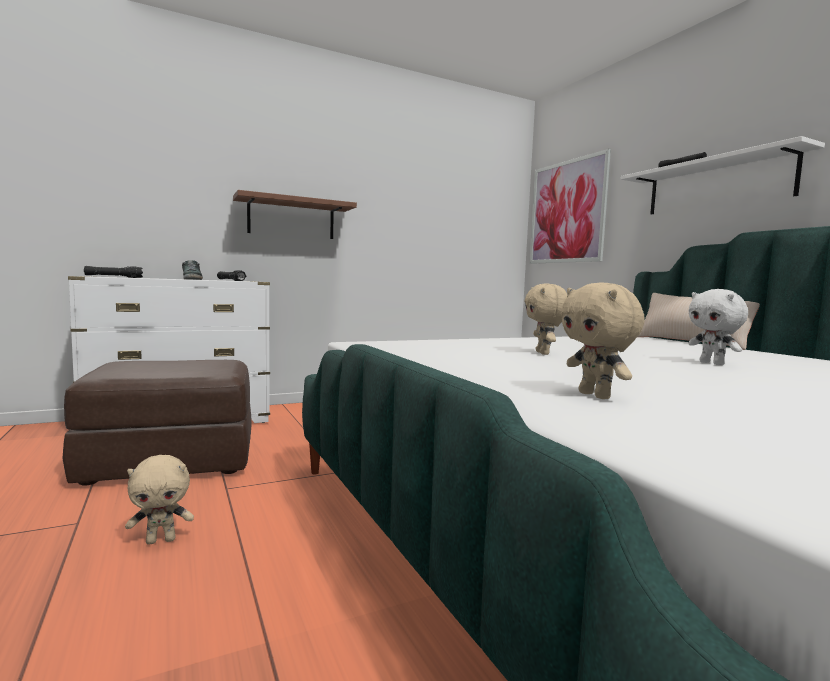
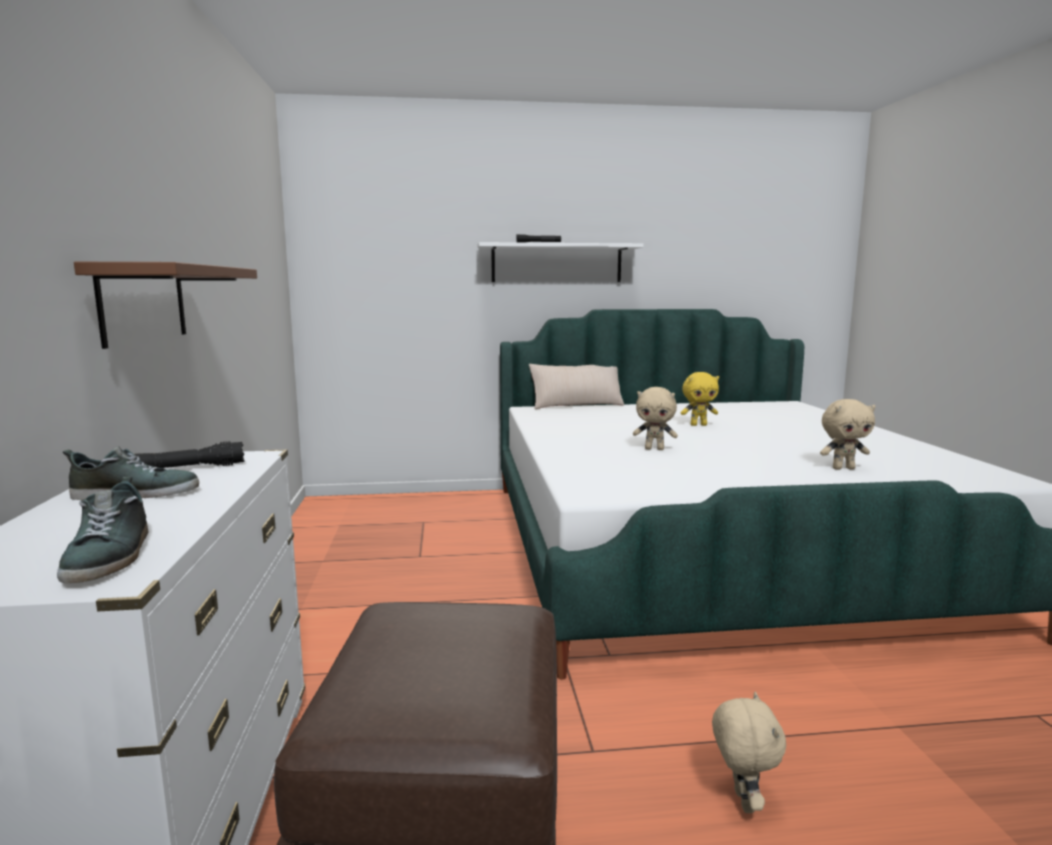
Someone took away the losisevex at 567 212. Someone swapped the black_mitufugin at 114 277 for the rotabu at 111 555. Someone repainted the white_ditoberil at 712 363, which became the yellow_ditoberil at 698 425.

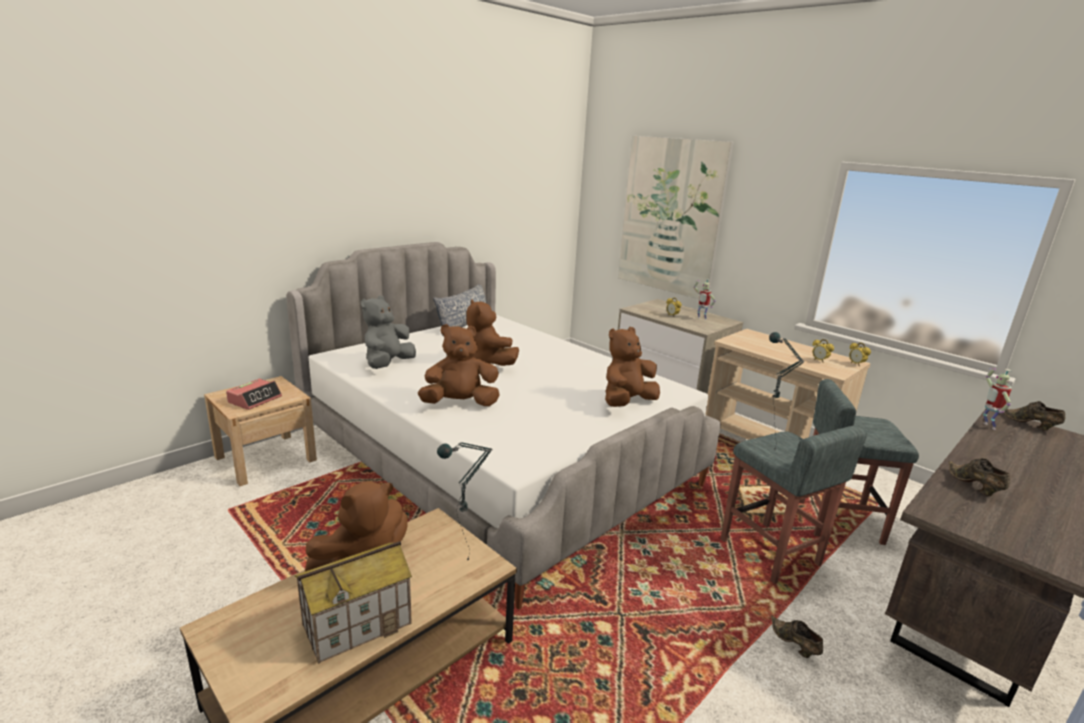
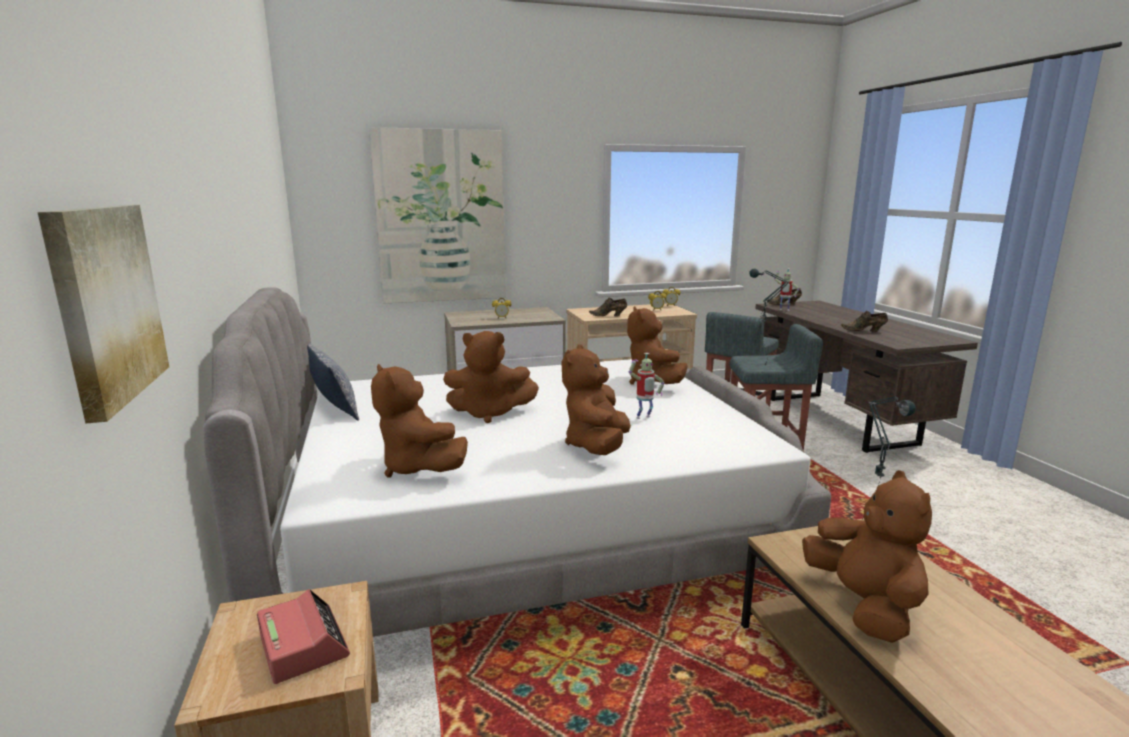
Someone took away the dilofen at 357 623. Someone put up the losisevex at 105 304. Someone carried the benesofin from 701 319 to 644 418. Someone carried the brown_rotabu from 794 645 to 609 316. Someone repainted the grey_ditoberil at 388 364, which became the brown_ditoberil at 418 468.

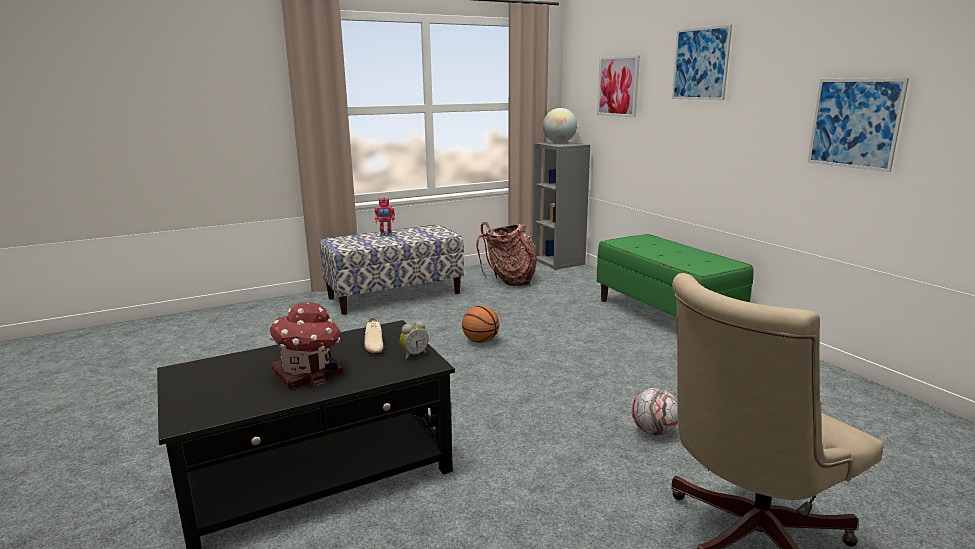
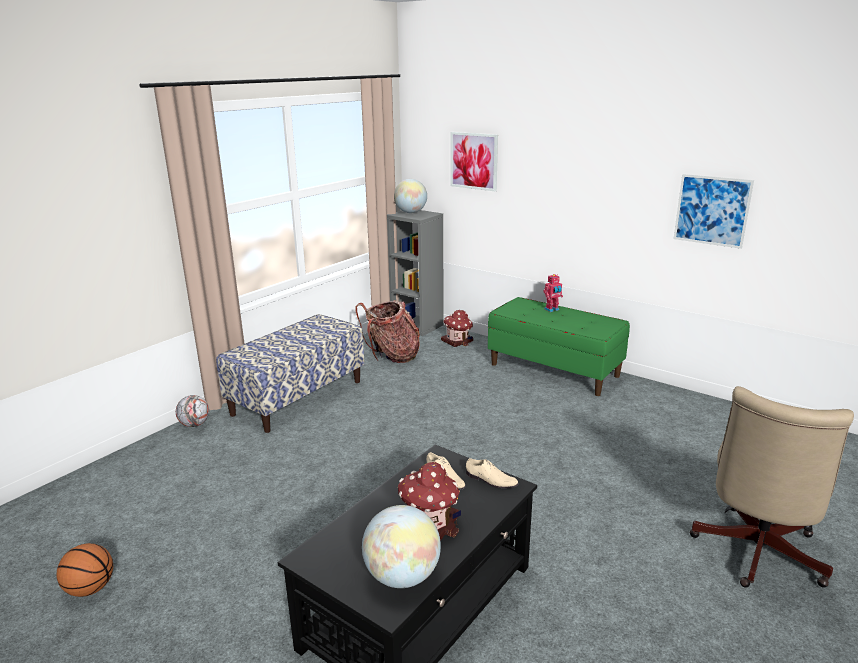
Someone took away the losisevex at 700 64. Someone put down the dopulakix at 402 576. Someone put down the dilofen at 457 341. Someone carried the benesofin from 385 235 to 552 310. Someone carried the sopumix from 480 341 to 90 589. Someone carried the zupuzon from 653 431 to 195 424. Someone swapped the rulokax at 414 355 for the beige_rotabu at 491 480.

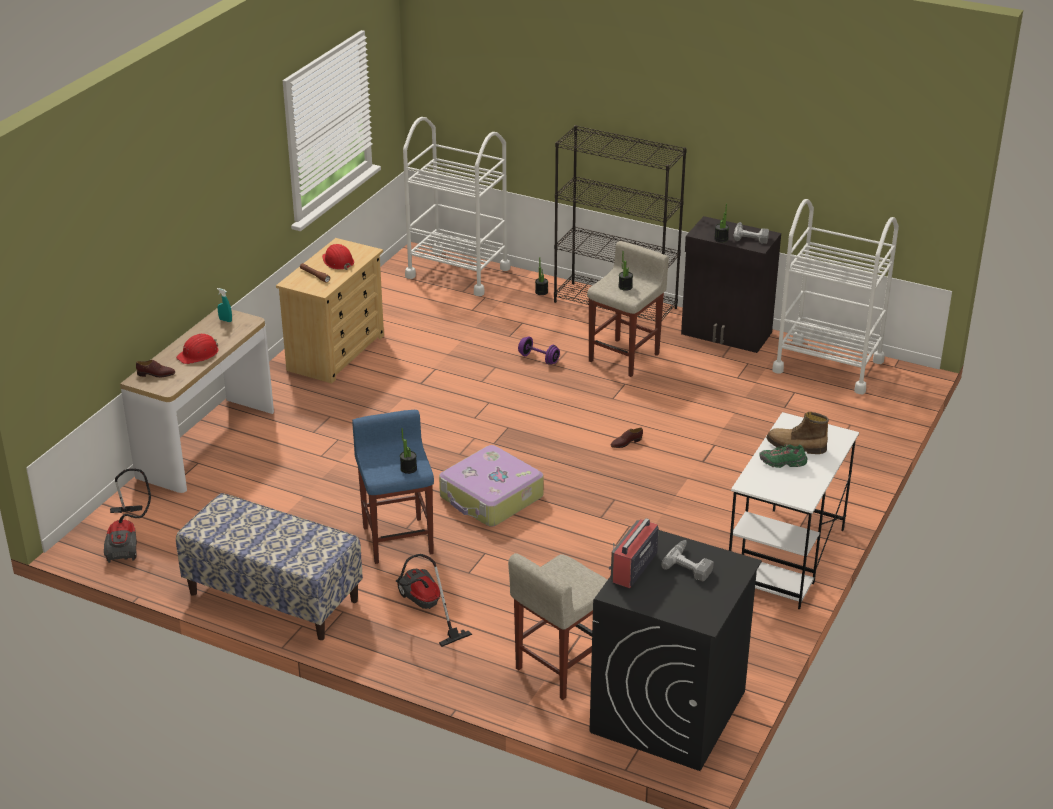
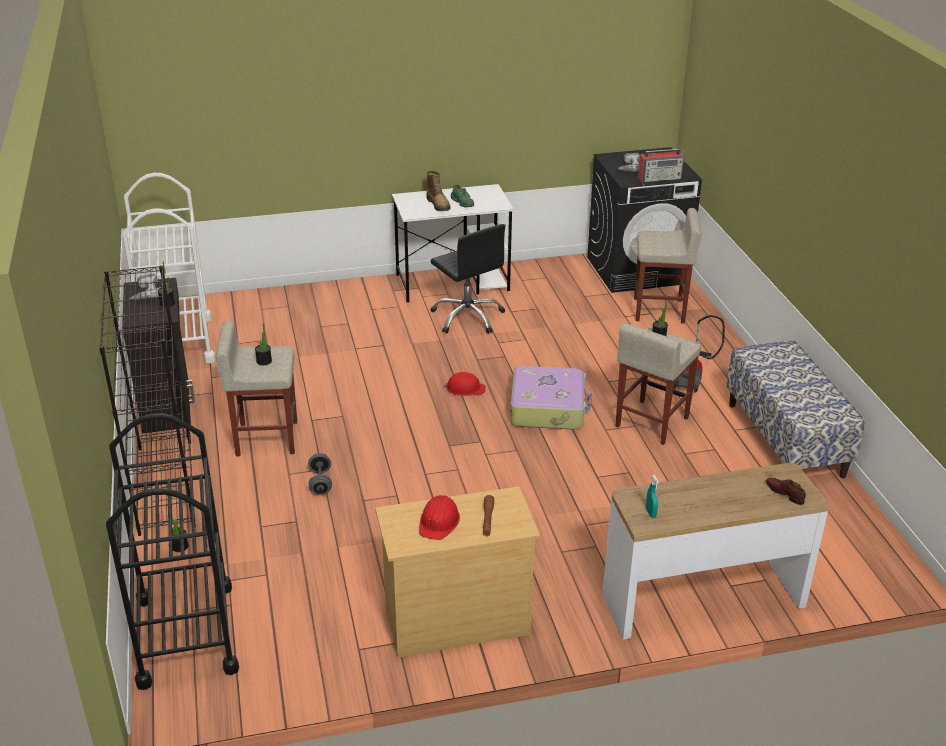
Someone took away the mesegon at 127 540. Someone took away the brown_rotabu at 626 443. Someone put down the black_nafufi at 468 317. Someone carried the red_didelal from 199 354 to 465 389. Someone repainted the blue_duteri at 398 539, which became the beige_duteri at 651 422. Someone repainted the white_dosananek at 458 272, which became the black_dosananek at 186 634. Someone repainted the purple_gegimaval at 538 359, which became the grey_gegimaval at 320 482.

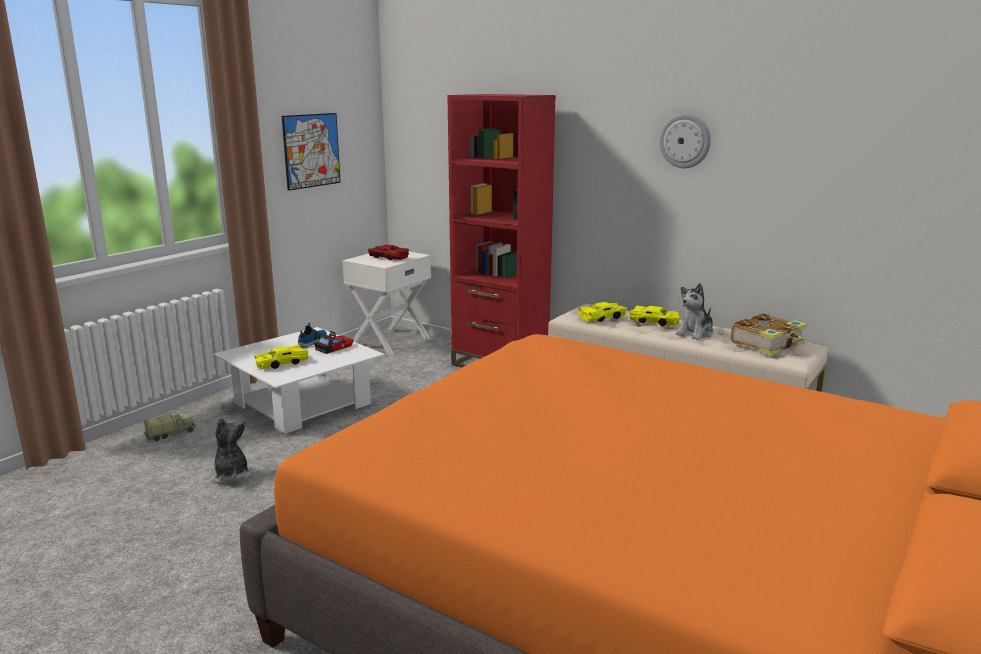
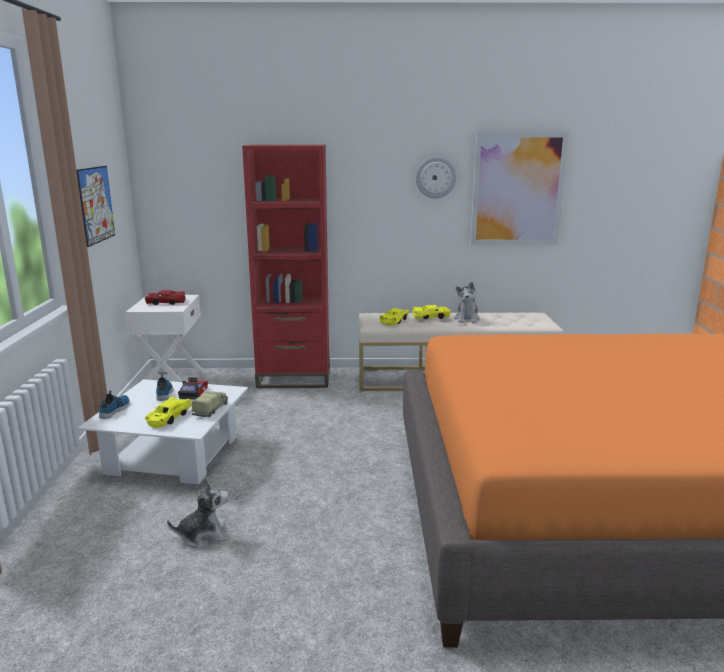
Someone took away the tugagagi at 768 344. Someone put down the rotabu at 115 409. Someone put up the losisevex at 517 189. Someone carried the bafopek from 171 434 to 211 410. Someone rotated the ditoberil at 231 475 by 135 degrees clockwise.

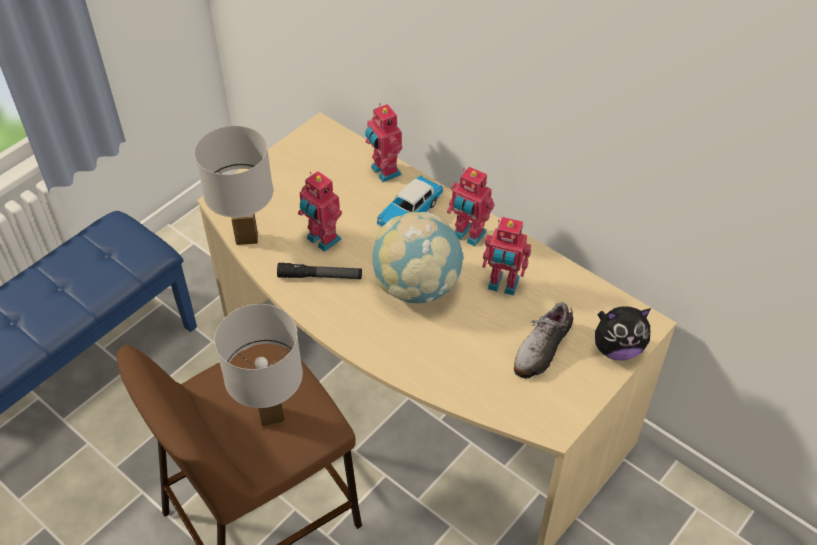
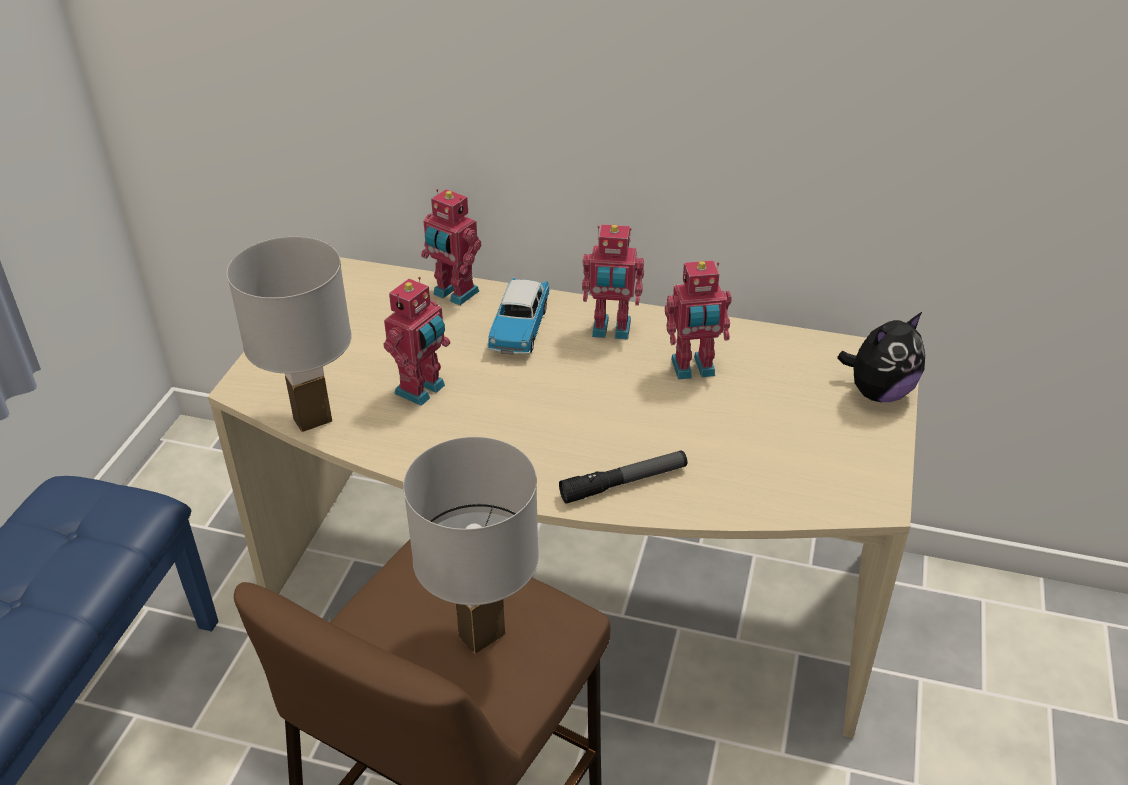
Someone took away the dopulakix at 417 287. Someone took away the rotabu at 541 348. Someone carried the mitufugin from 320 276 to 624 483. Someone rotated the benesofin at 322 240 by 75 degrees counterclockwise.

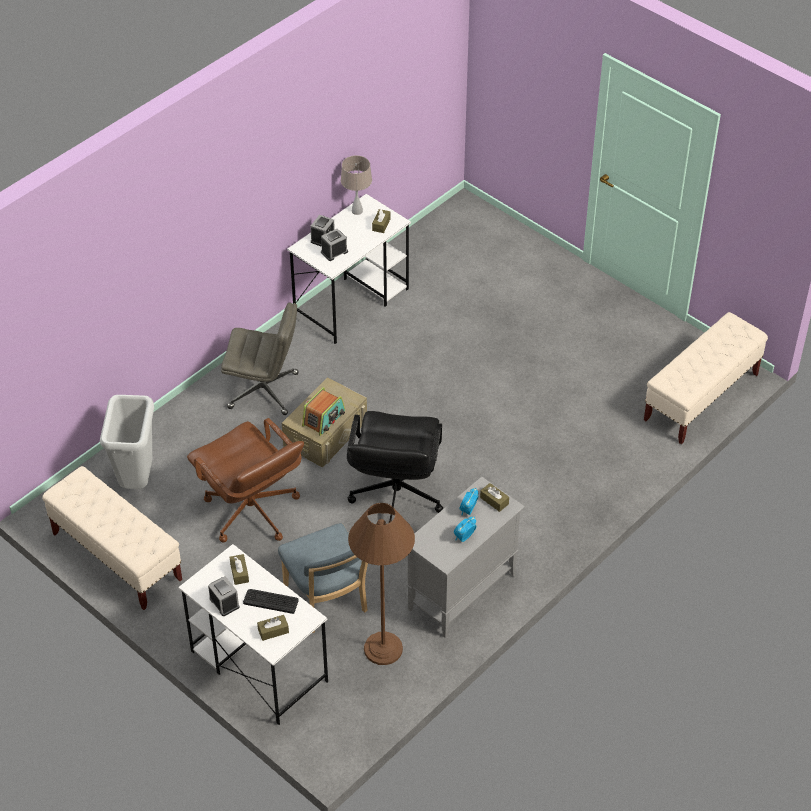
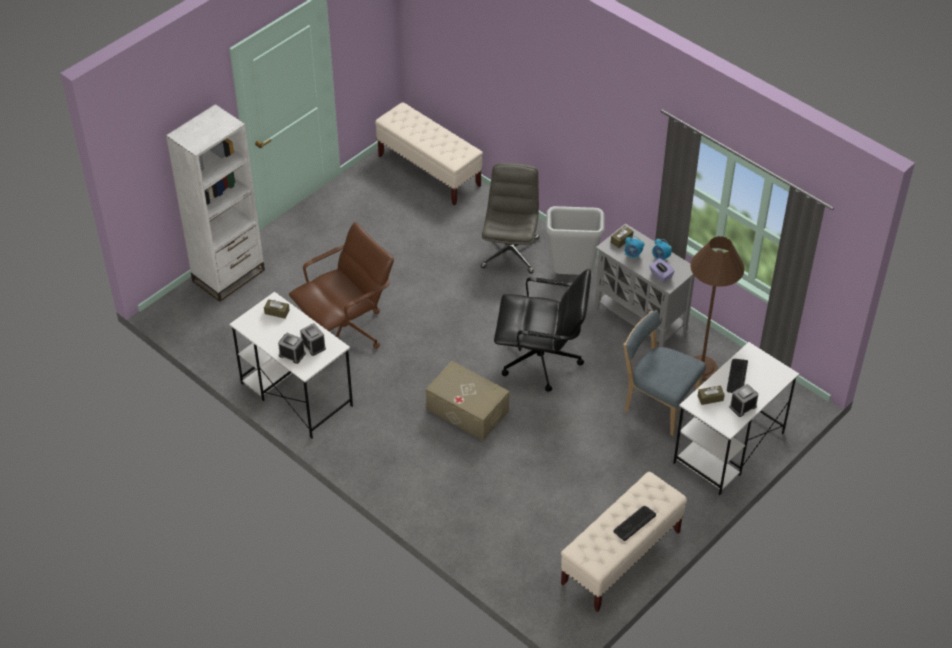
Someone took away the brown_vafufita at 273 631. Someone took away the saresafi at 324 418. Someone took away the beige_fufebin at 357 211. Someone put down the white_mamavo at 228 275. Someone put down the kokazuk at 634 523. Someone put down the purple_vafufita at 660 275. Someone carried the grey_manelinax from 138 481 to 572 274. Someone carried the brown_nafufi from 251 512 to 346 331. Someone carried the grey_nafufi from 264 390 to 510 252. Someone rotated the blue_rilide at 327 602 by 120 degrees counterclockwise.

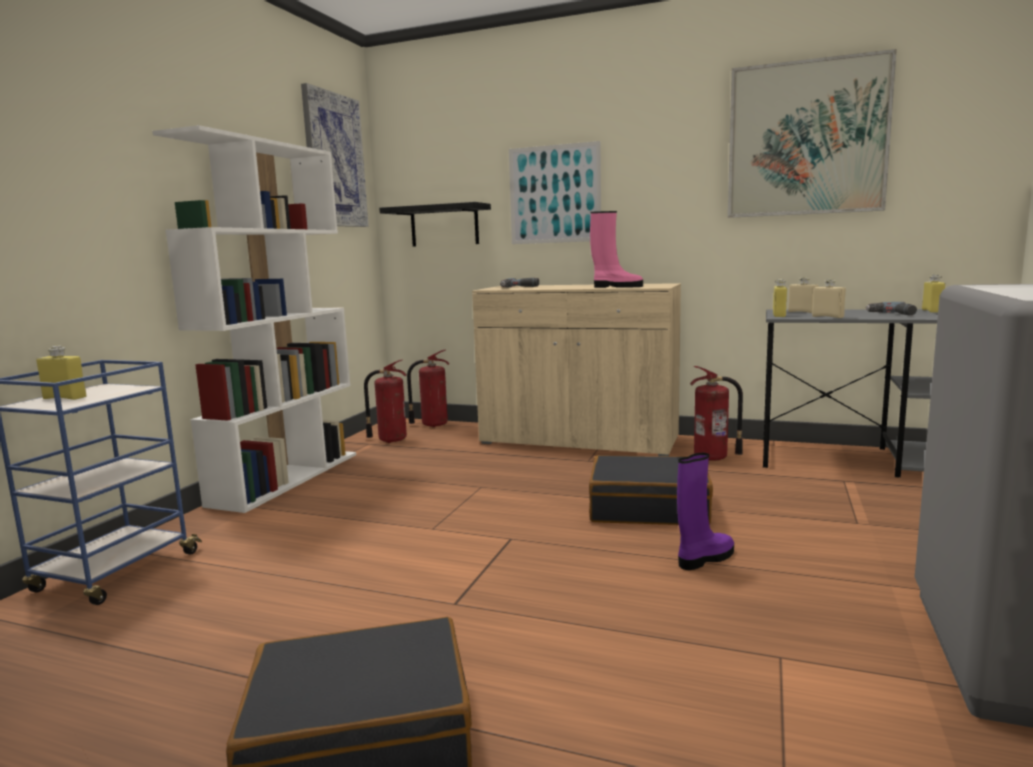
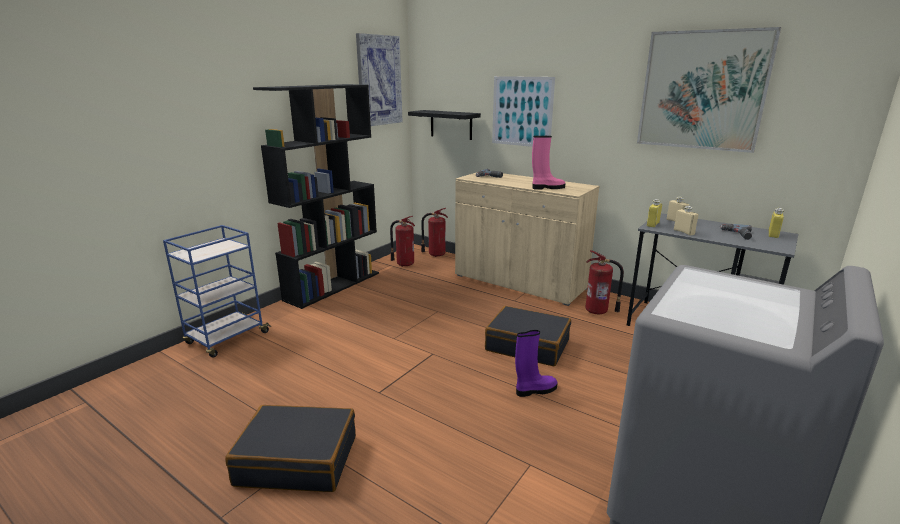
Someone took away the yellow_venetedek at 65 398. Someone repainted the white_mamavo at 287 478, which became the black_mamavo at 333 286. Someone rotated the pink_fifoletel at 616 287 by 45 degrees counterclockwise.

